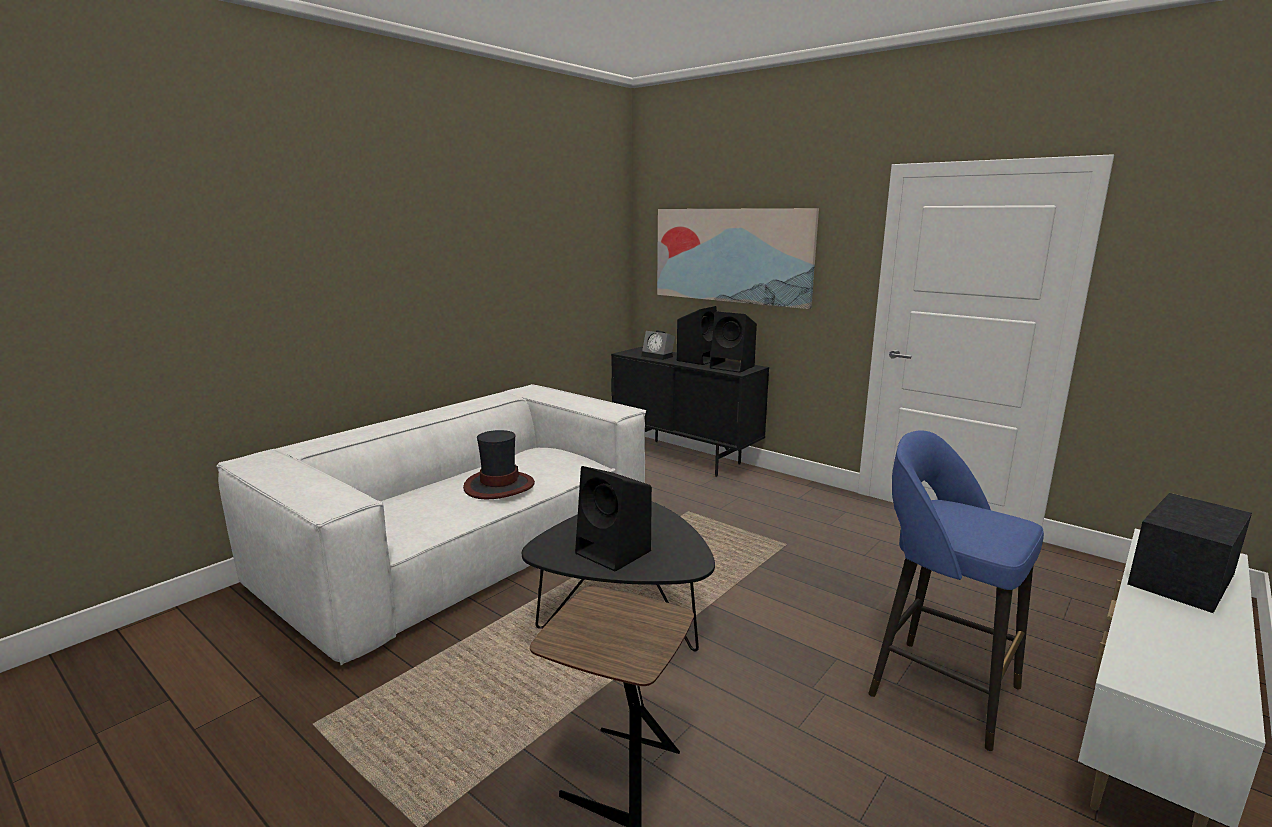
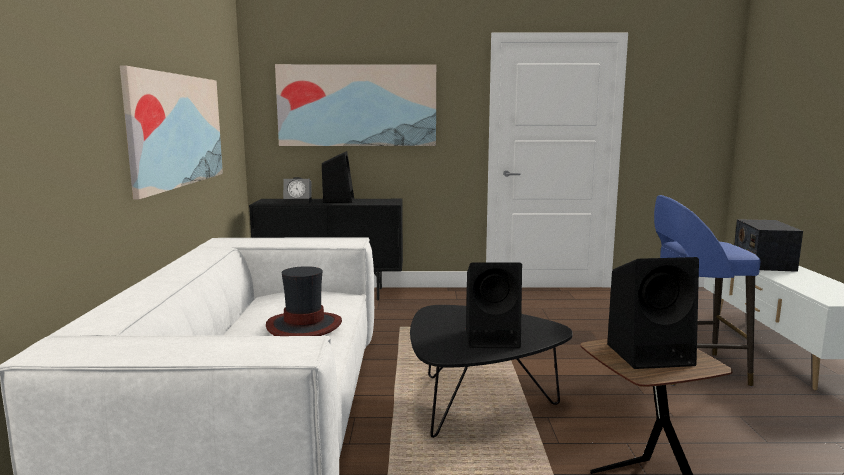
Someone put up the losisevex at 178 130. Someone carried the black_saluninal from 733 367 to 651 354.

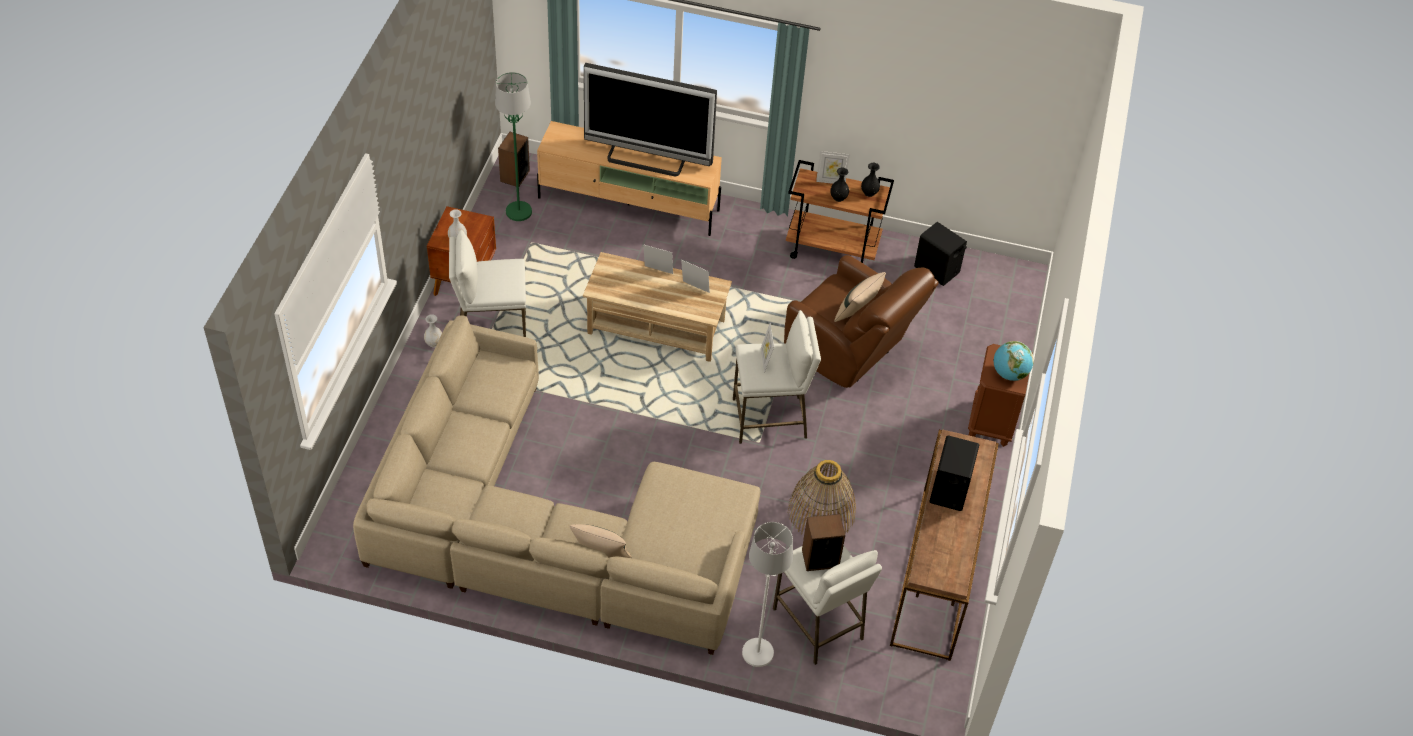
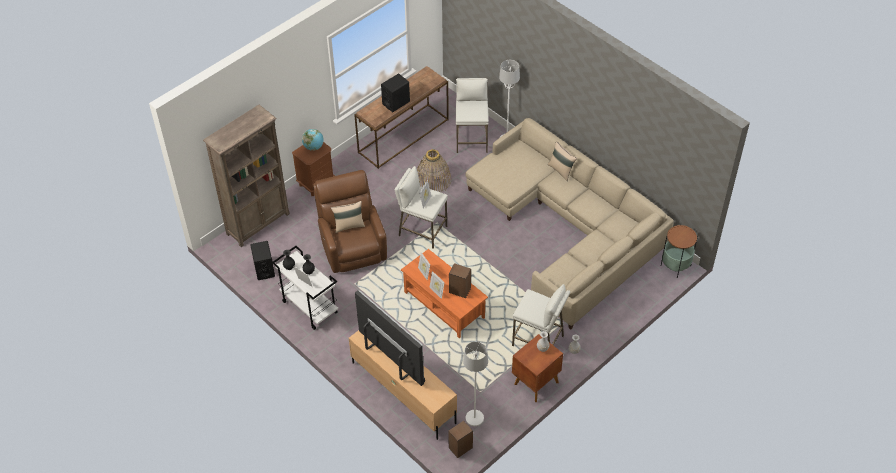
Someone put down the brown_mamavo at 258 223. Someone put down the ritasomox at 675 265. Someone carried the saluninal from 820 558 to 460 290. Someone repainted the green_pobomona at 518 211, which became the white_pobomona at 474 418. Someone repainted the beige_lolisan at 655 327, which became the orange_lolisan at 444 305. Someone repainted the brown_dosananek at 833 249, which became the white_dosananek at 309 307.

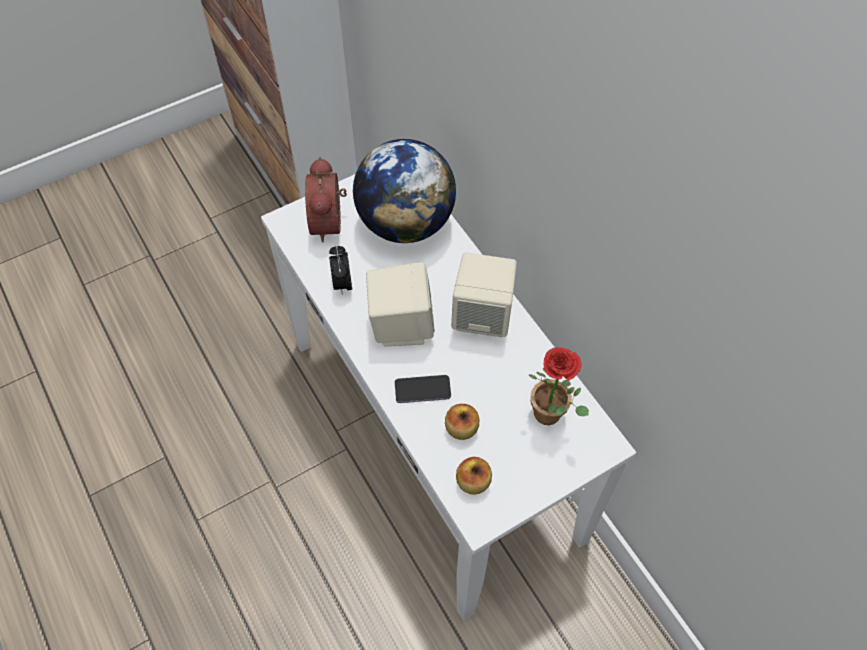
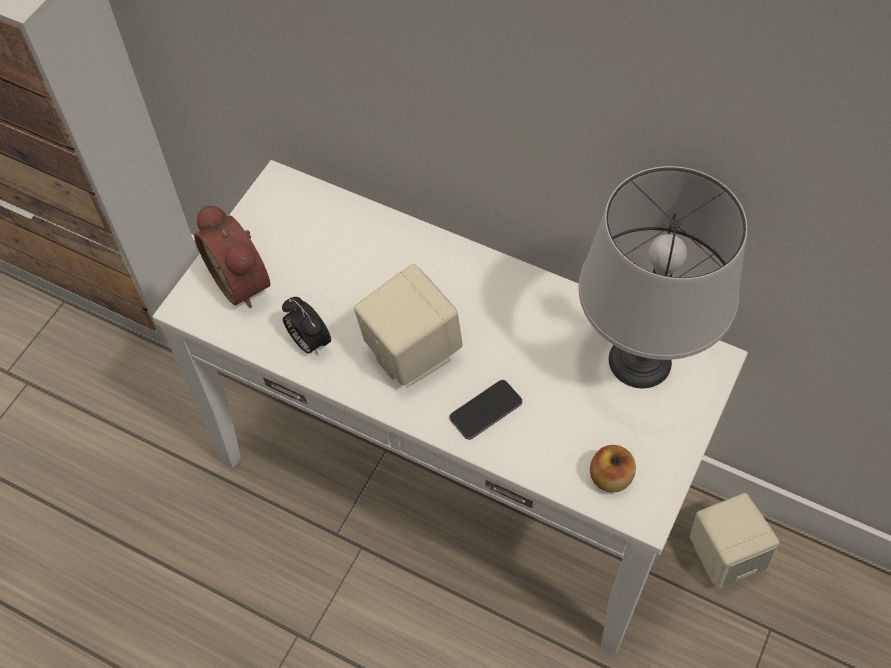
Someone took away the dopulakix at 406 223. Someone took away the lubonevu at 461 428. Someone carried the beige_saluninal from 482 316 to 724 555. Someone swapped the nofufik at 552 416 for the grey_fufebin at 641 362.

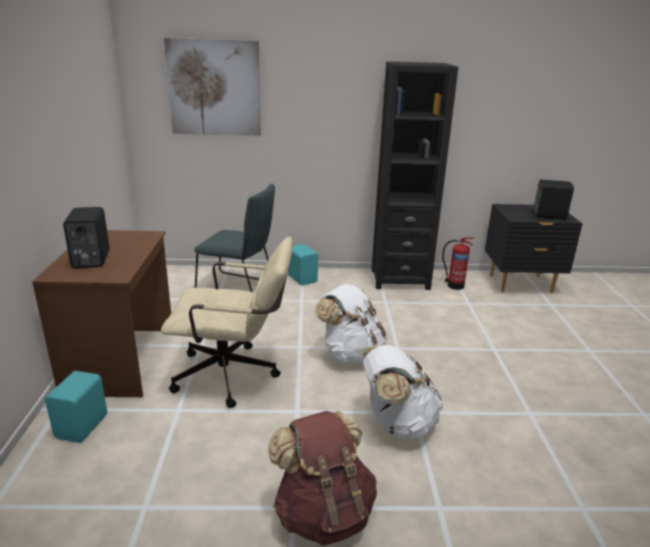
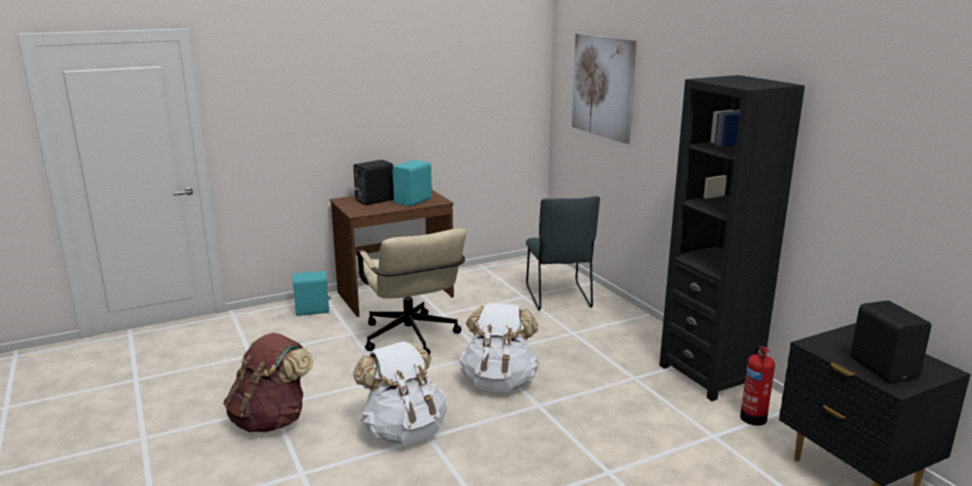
Someone carried the turquoise_saluninal from 302 278 to 414 201.

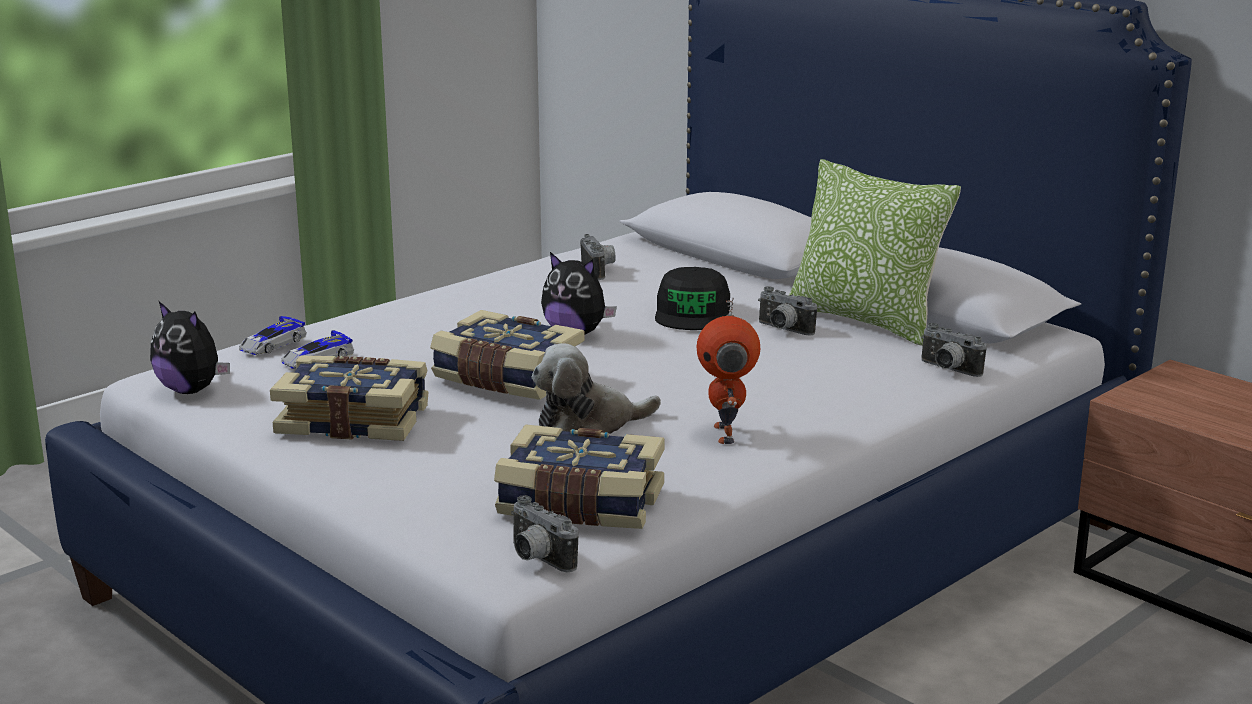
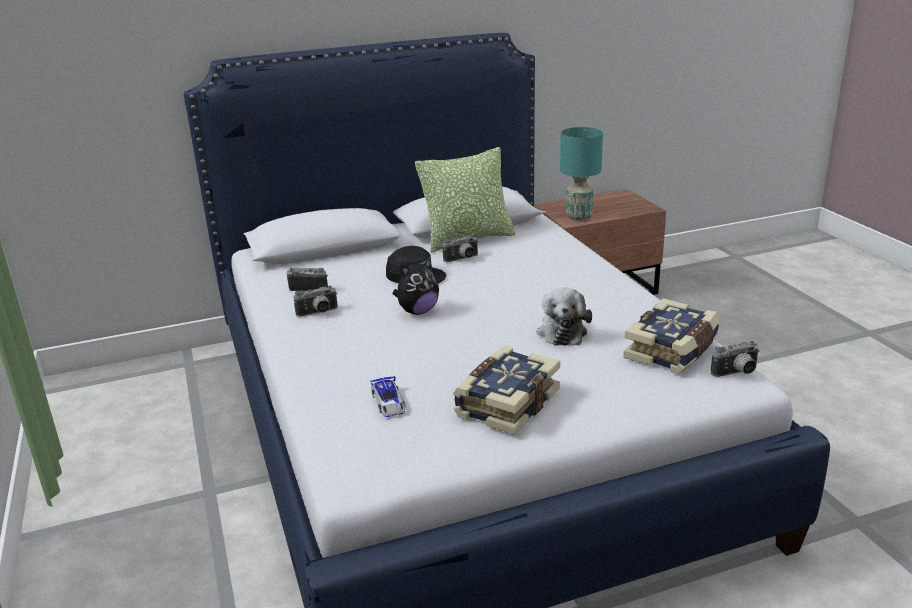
Someone took away the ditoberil at 191 390. Someone took away the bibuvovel at 271 344. Someone took away the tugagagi at 506 378. Someone took away the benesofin at 727 434. Someone put down the turquoise_fufebin at 578 217. Someone carried the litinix from 947 370 to 318 313.

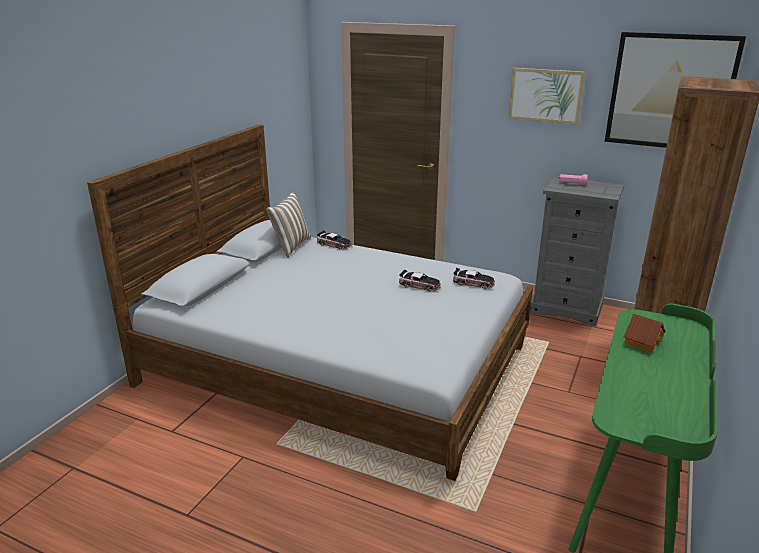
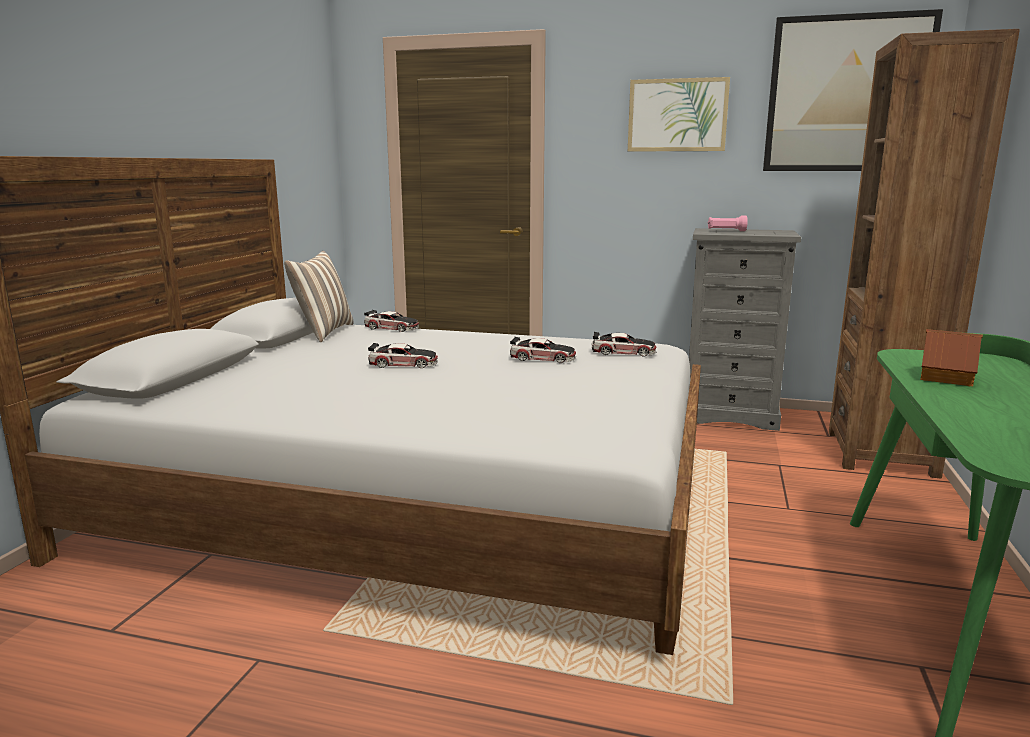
Someone put down the bibuvovel at 403 364.

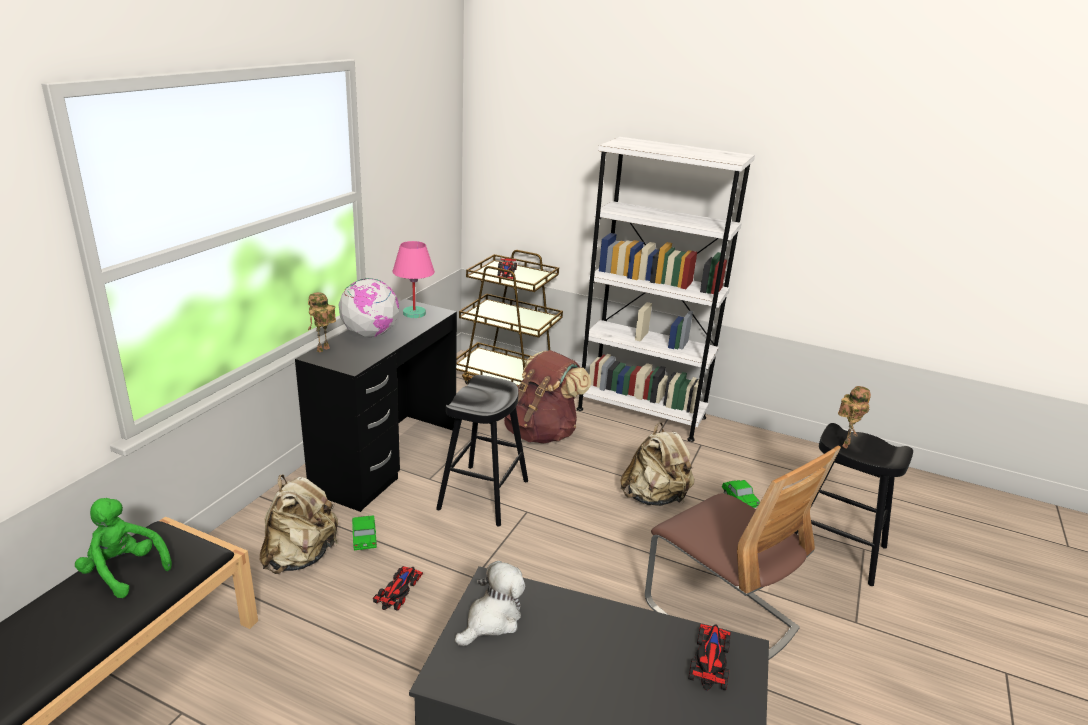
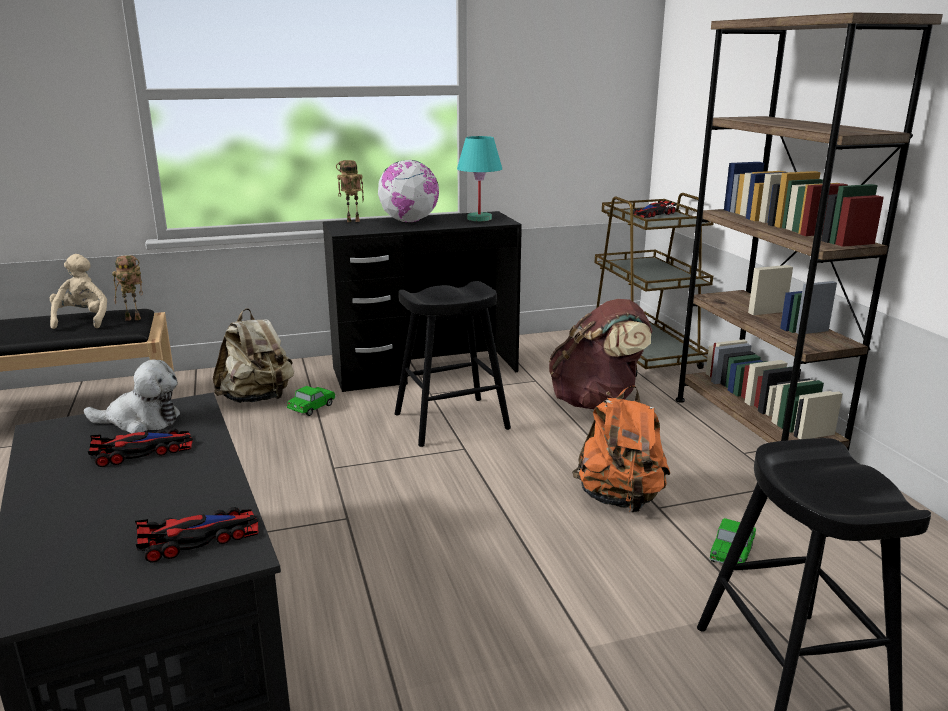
Someone took away the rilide at 719 617. Someone carried the bibuvovel from 399 590 to 143 451. Someone carried the benesofin from 844 443 to 134 318. Someone repainted the green_ditoberil at 124 571, which became the beige_ditoberil at 82 320. Someone repainted the pink_fufebin at 415 313, which became the turquoise_fufebin at 480 218. Someone repainted the white_mamavo at 641 413, which became the brown_mamavo at 754 429. Someone repainted the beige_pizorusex at 654 497, which became the orange_pizorusex at 620 499.

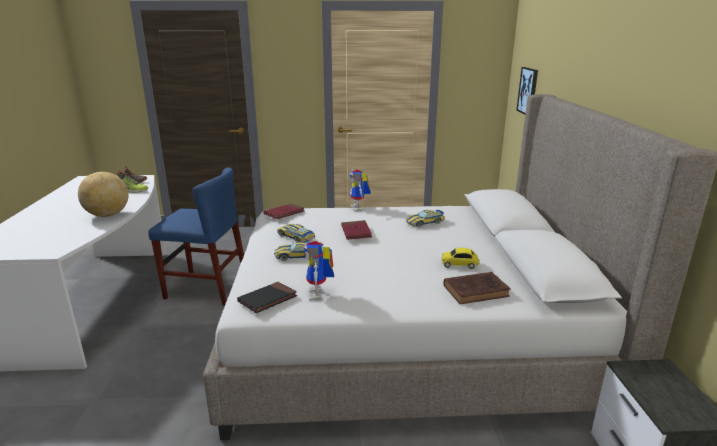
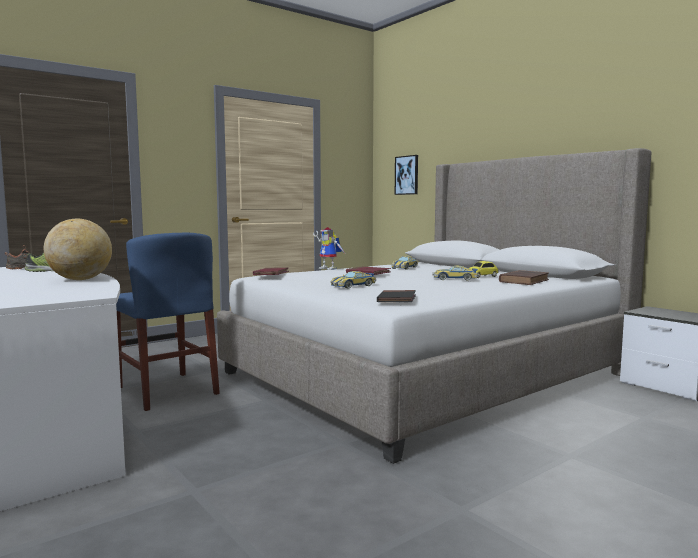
Someone took away the benesofin at 319 295. Someone carried the bibuvovel from 296 237 to 455 279. Someone rotated the blue_rilide at 207 288 by 75 degrees clockwise.

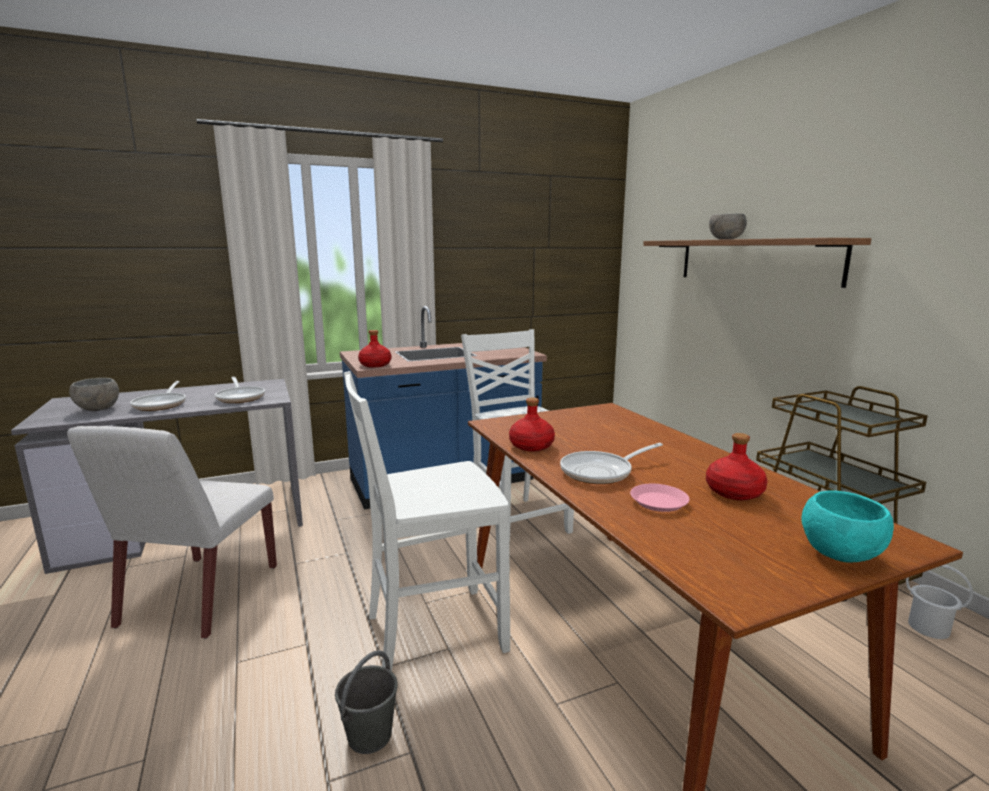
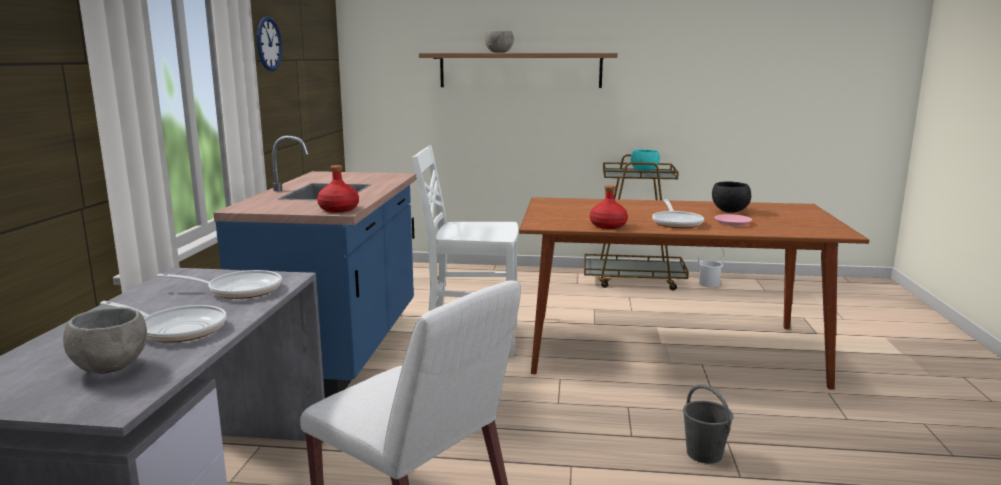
Someone took away the white_rilide at 432 631. Someone put up the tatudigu at 268 44. Someone carried the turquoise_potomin from 840 554 to 644 171. Someone swapped the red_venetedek at 734 492 for the black_potomin at 730 211.

